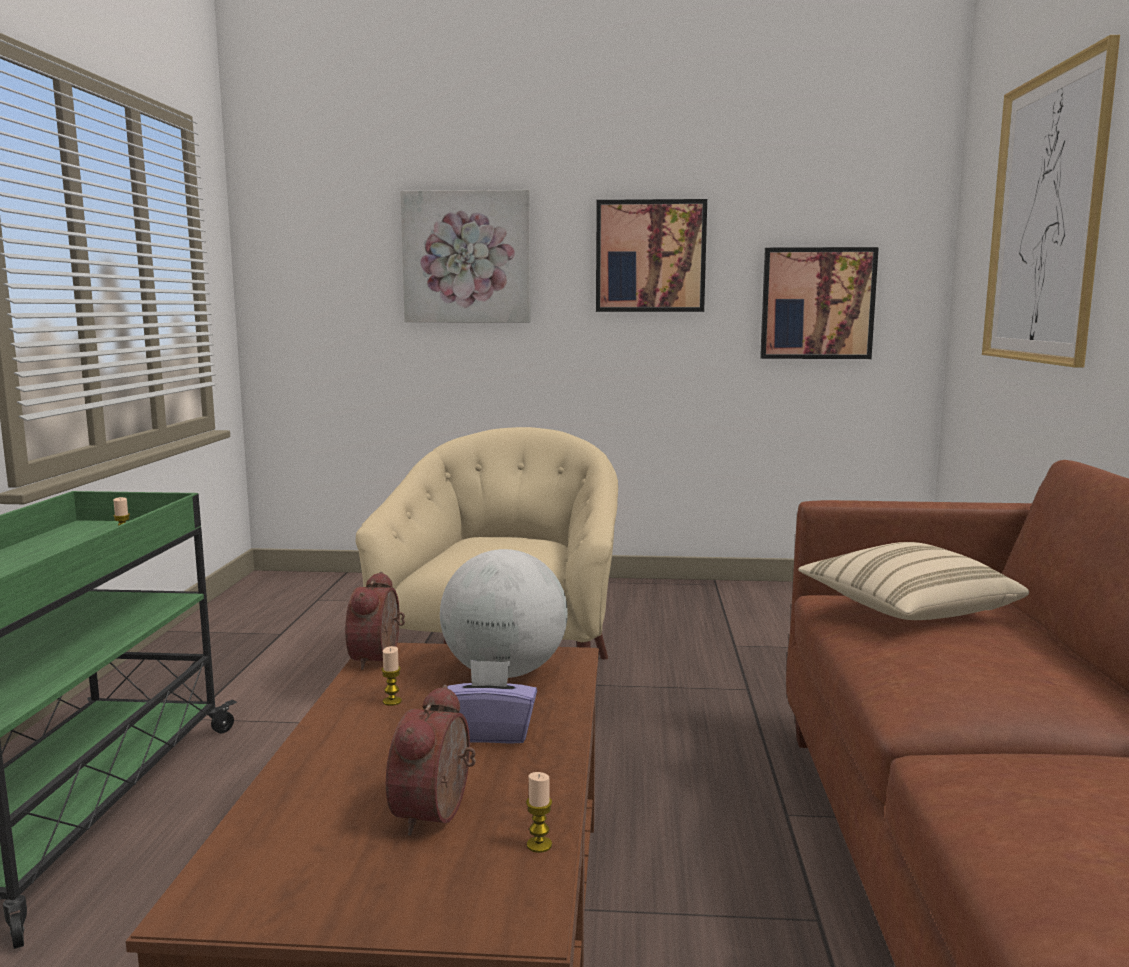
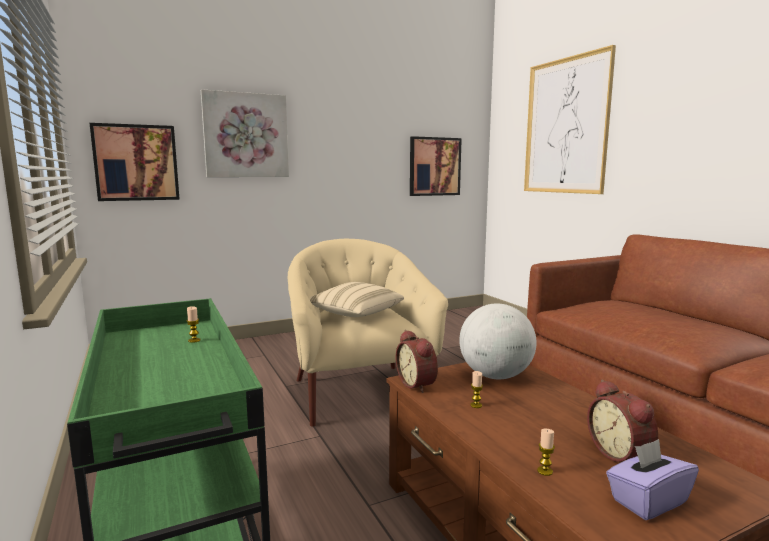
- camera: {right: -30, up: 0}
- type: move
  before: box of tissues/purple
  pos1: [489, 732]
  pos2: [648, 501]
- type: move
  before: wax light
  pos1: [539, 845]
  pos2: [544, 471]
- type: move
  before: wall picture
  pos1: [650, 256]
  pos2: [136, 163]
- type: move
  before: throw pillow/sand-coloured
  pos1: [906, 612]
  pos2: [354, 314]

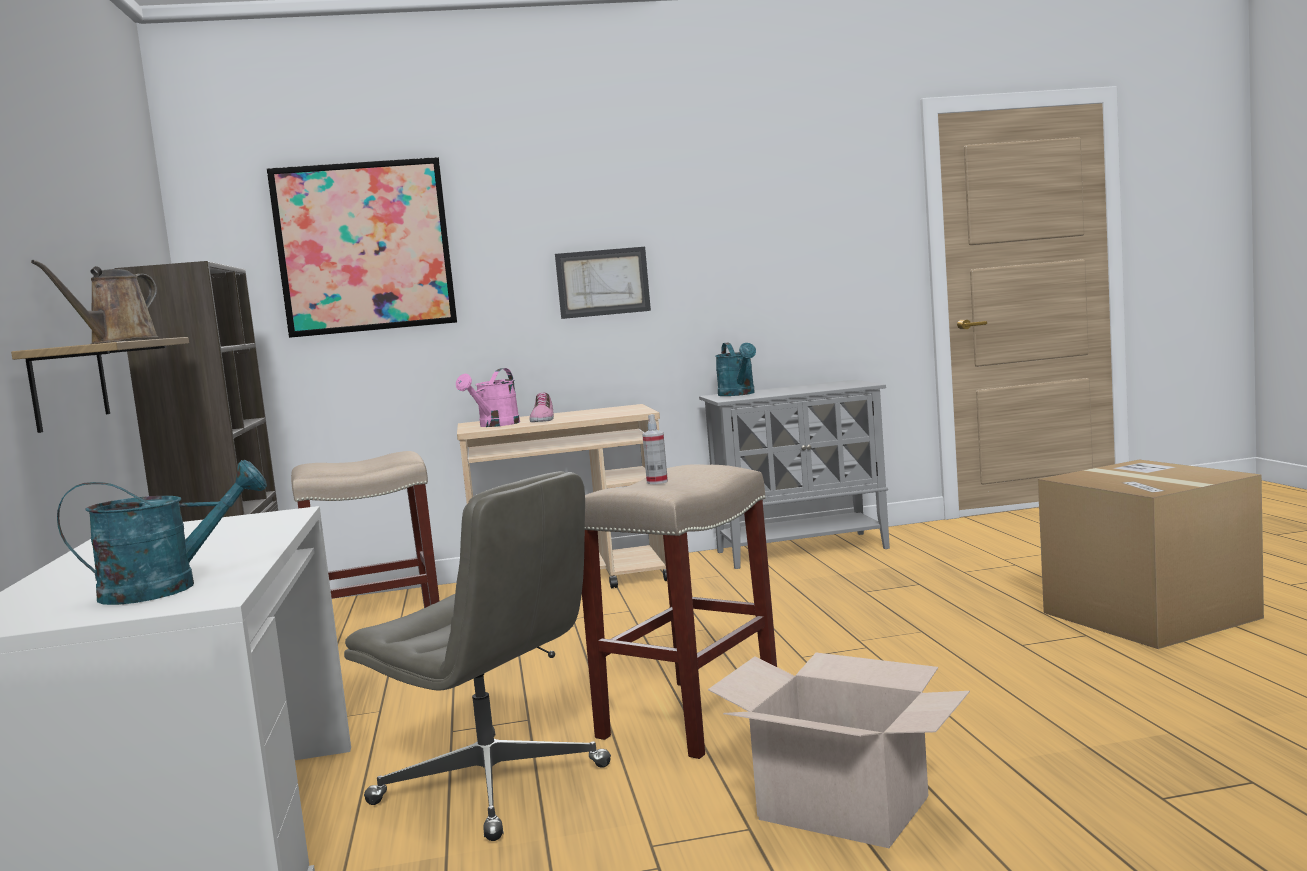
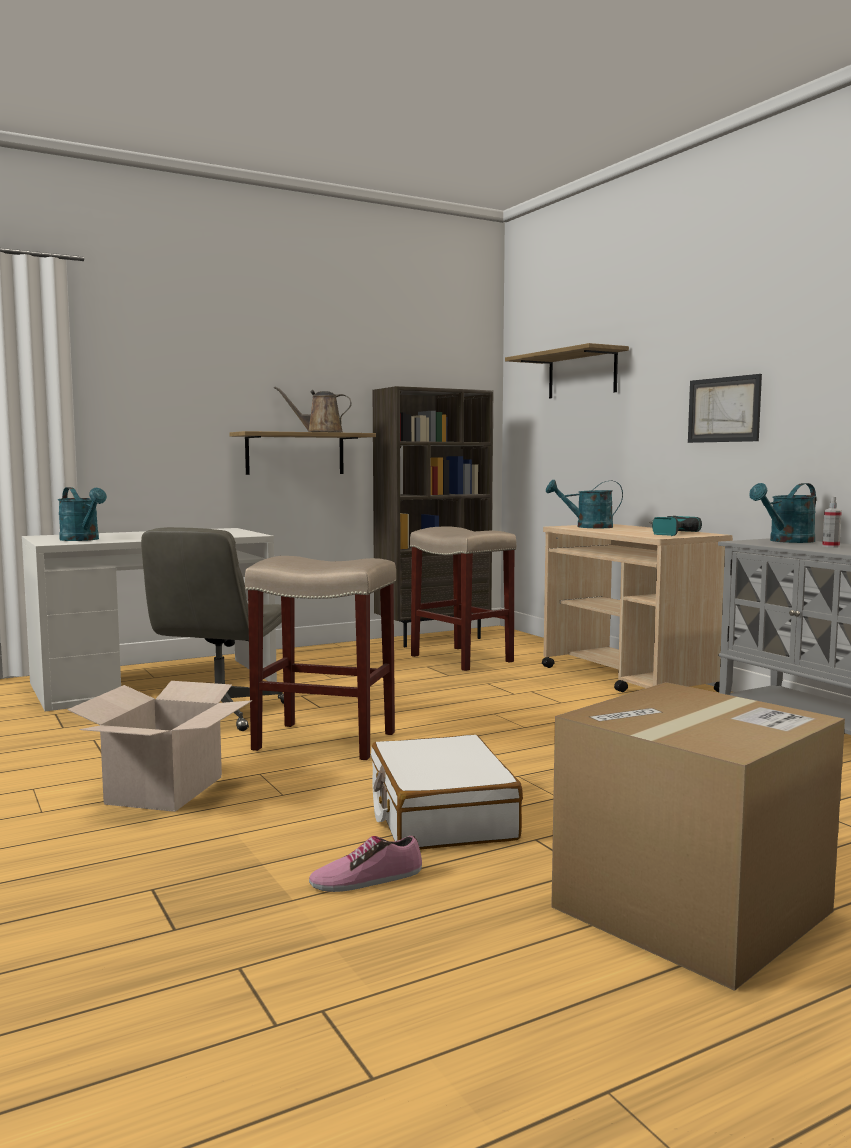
- camera: {right: 70, up: 0}
- type: insert
  after: piece of luggage/white
  pos2: [440, 815]
- type: insert
  after: electric drill
  pos2: [668, 533]
- type: move
  before: shoe
  pos1: [542, 419]
  pos2: [366, 879]
- type: move
  before: spray bottle
  pos1: [657, 482]
  pos2: [830, 546]
- type: replace
  before: wall picture
  after: wall shelf
  pos1: [364, 247]
  pos2: [582, 374]
- type: recolor
  before: watering can/pink-coloured
  after: watering can/blue-green
  pos1: [495, 425]
  pos2: [587, 527]

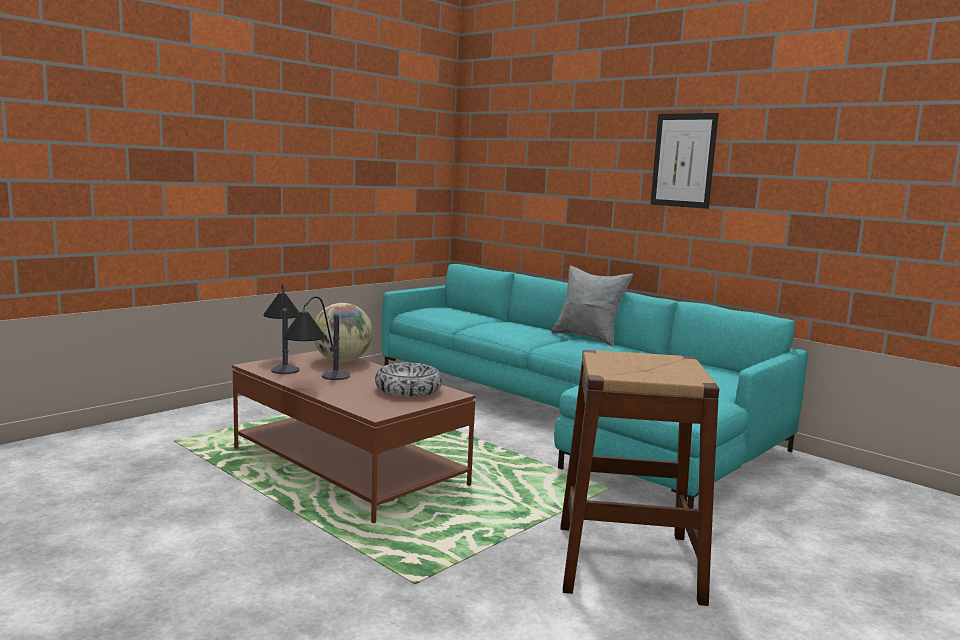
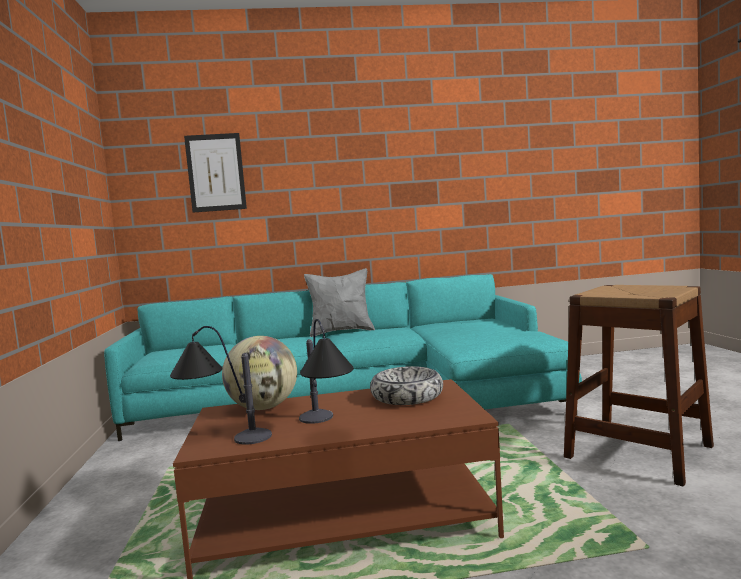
- camera: {right: -50, up: -5}
- type: move
  before: wall picture
  pos1: [683, 160]
  pos2: [216, 172]

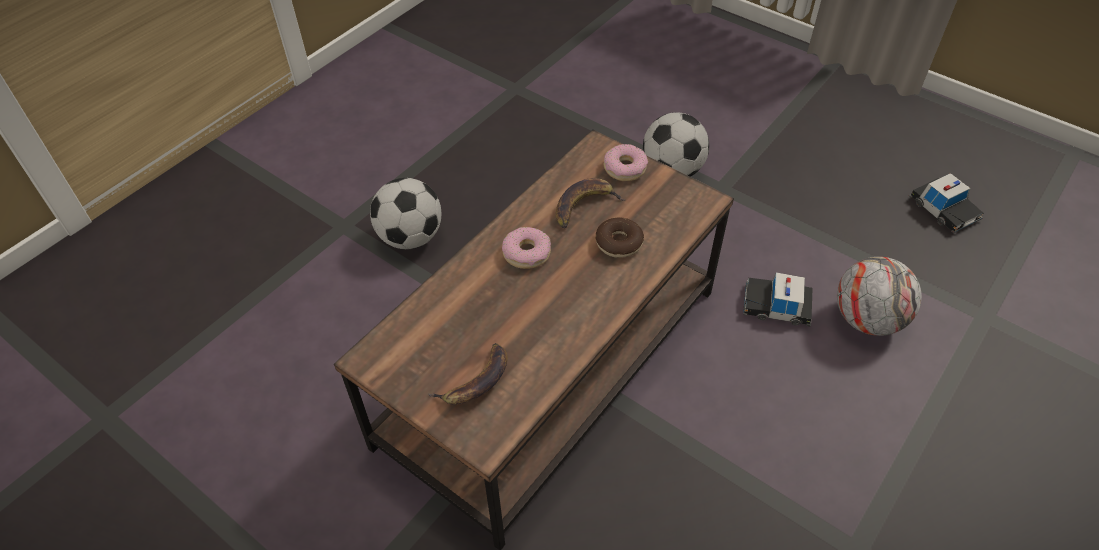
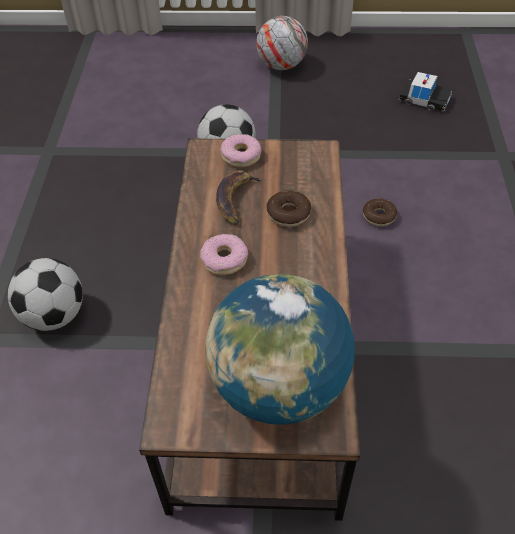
- camera: {right: -35, up: 0}
- type: move
  before: football
  pos1: [867, 319]
  pos2: [281, 65]
- type: replace
  before: banana
  after: globe
  pos1: [476, 381]
  pos2: [279, 385]
- type: replace
  before: model car
  after: donut
  pos1: [777, 305]
  pos2: [379, 216]

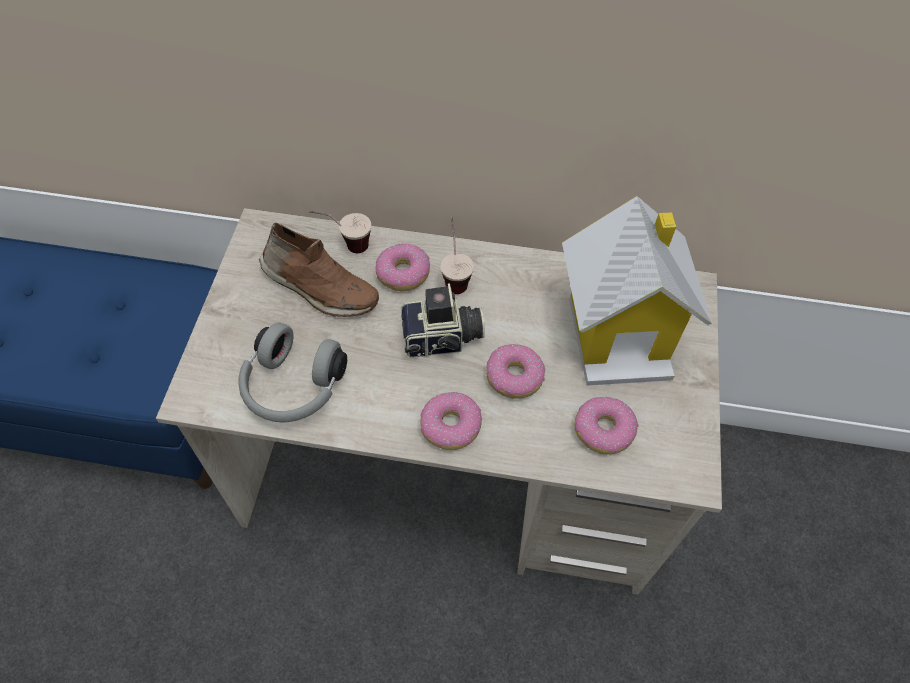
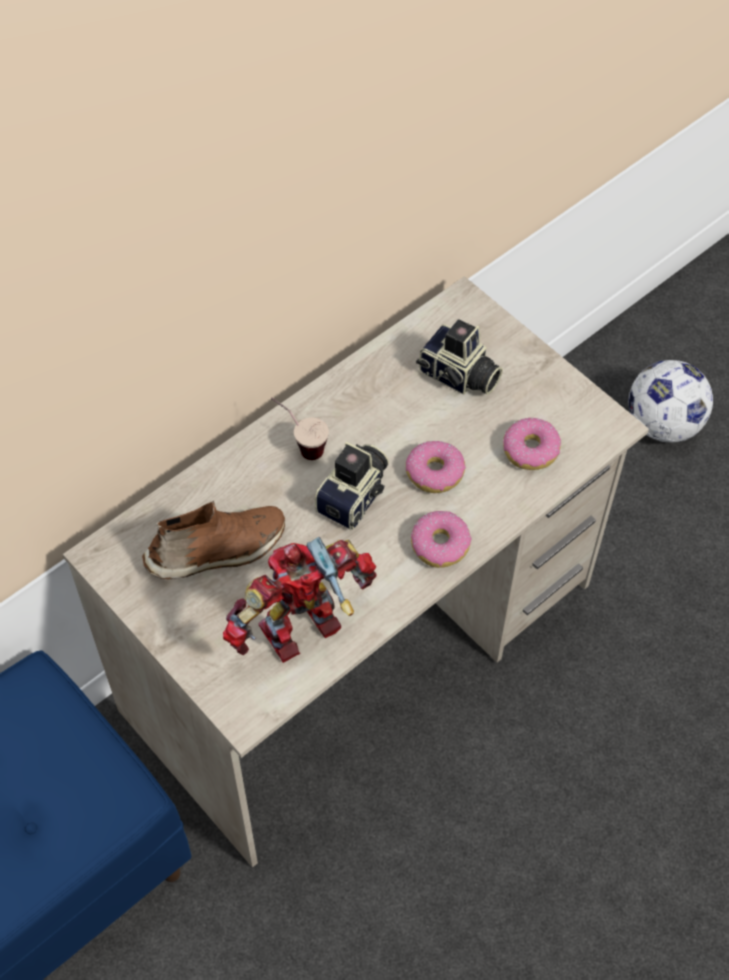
- camera: {right: -50, up: 0}
- type: delete
  before: small cup
  pos1: [344, 246]
- type: delete
  before: donut
  pos1: [403, 273]
- type: insert
  after: football
  pos2: [663, 425]
- type: replace
  before: pair of headphones/greyish
  after: robot figure
  pos1: [292, 387]
  pos2: [304, 632]
- type: replace
  before: model house
  after: photo camera
  pos1: [619, 332]
  pos2: [458, 377]

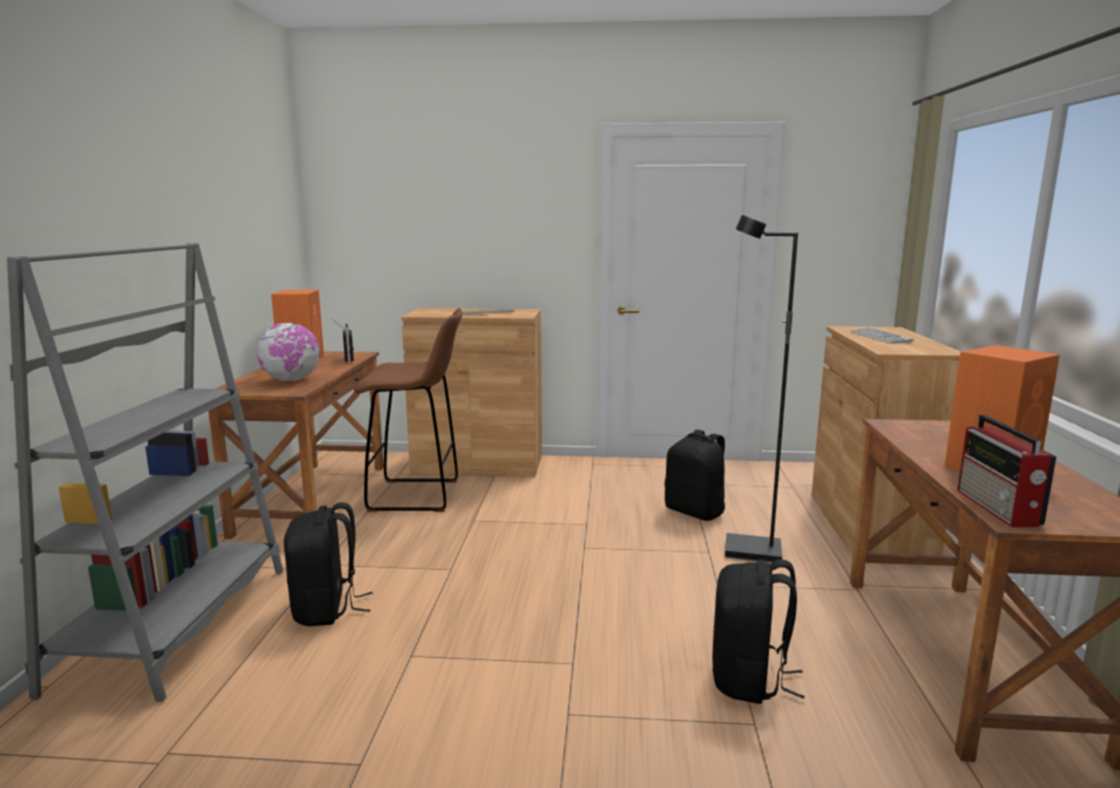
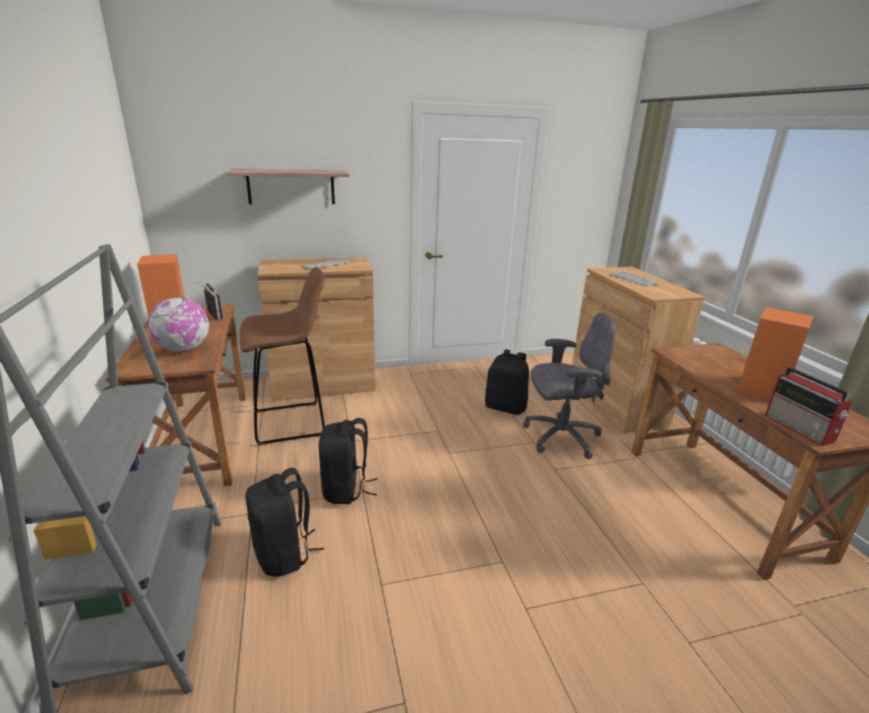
- camera: {right: -20, up: 10}
- type: insert
  after: wall shelf
  pos2: [291, 187]
- type: move
  before: rucksack/blackish
  pos1: [749, 680]
  pos2: [346, 489]
- type: replace
  before: floor lamp/blackish
  after: computer chair/greyish
  pos1: [751, 552]
  pos2: [560, 437]

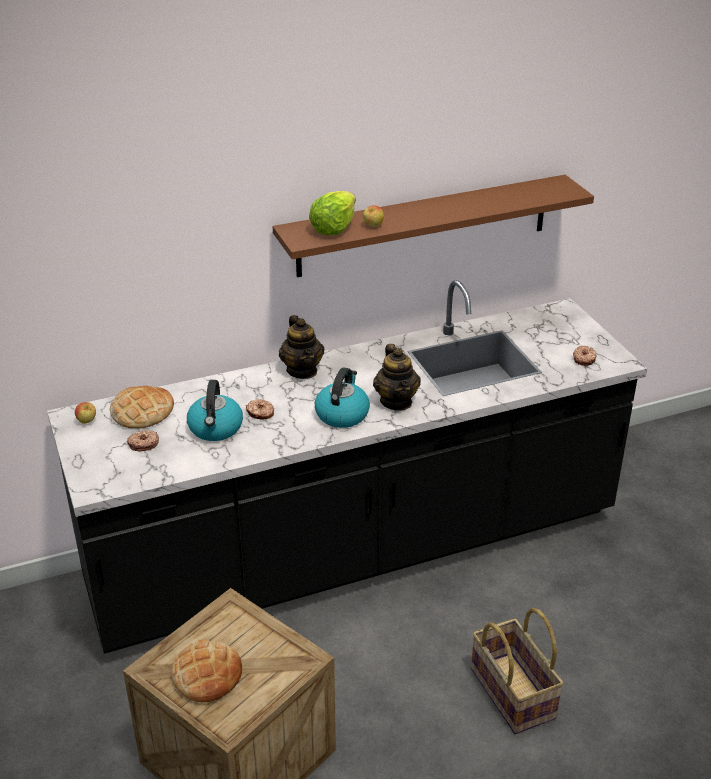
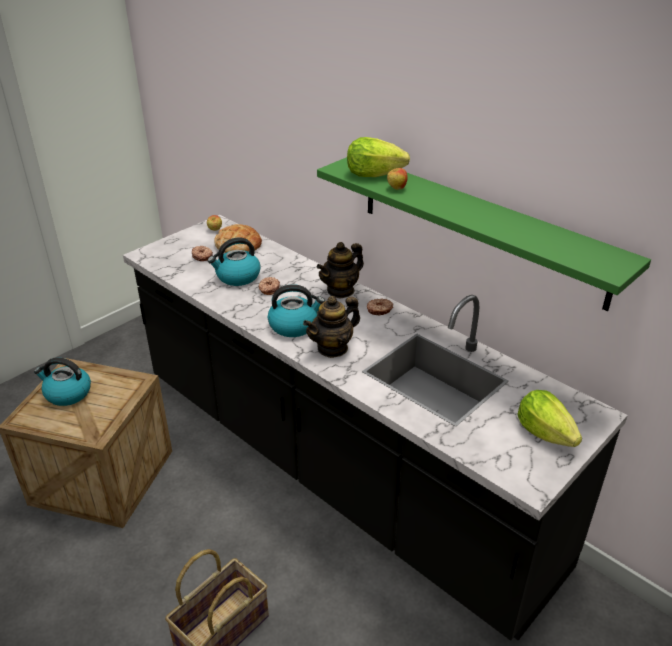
- camera: {right: 65, up: 0}
- type: insert
  after: head of lettuce
  pos2: [544, 433]
- type: move
  before: donut
  pos1: [584, 359]
  pos2: [379, 310]
- type: replace
  before: bread
  after: kettle
  pos1: [207, 675]
  pos2: [67, 394]
- type: recolor
  before: wall shelf/brown
  after: wall shelf/green
  pos1: [424, 225]
  pos2: [478, 228]

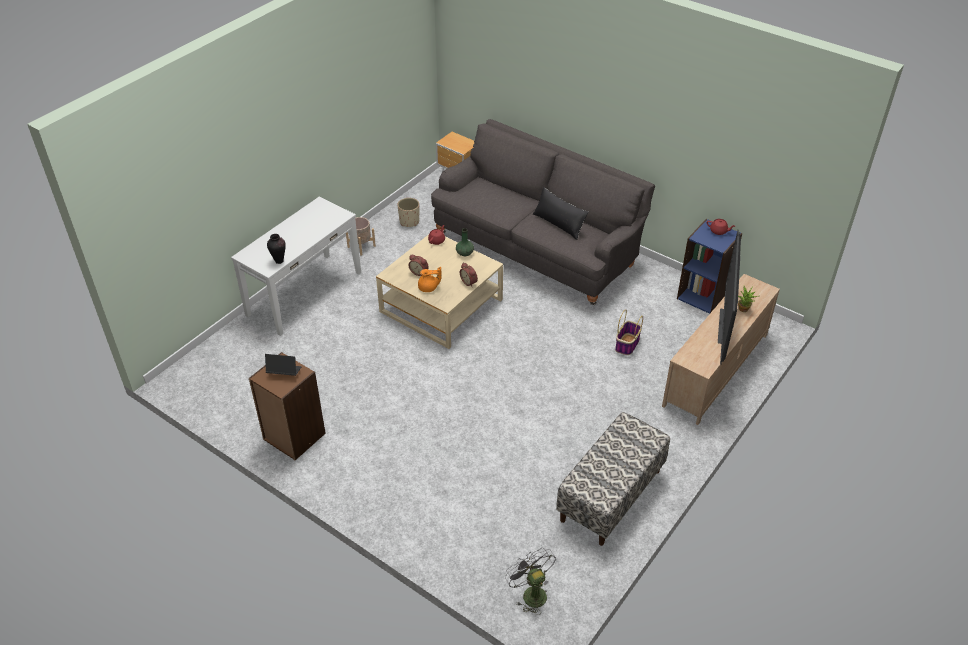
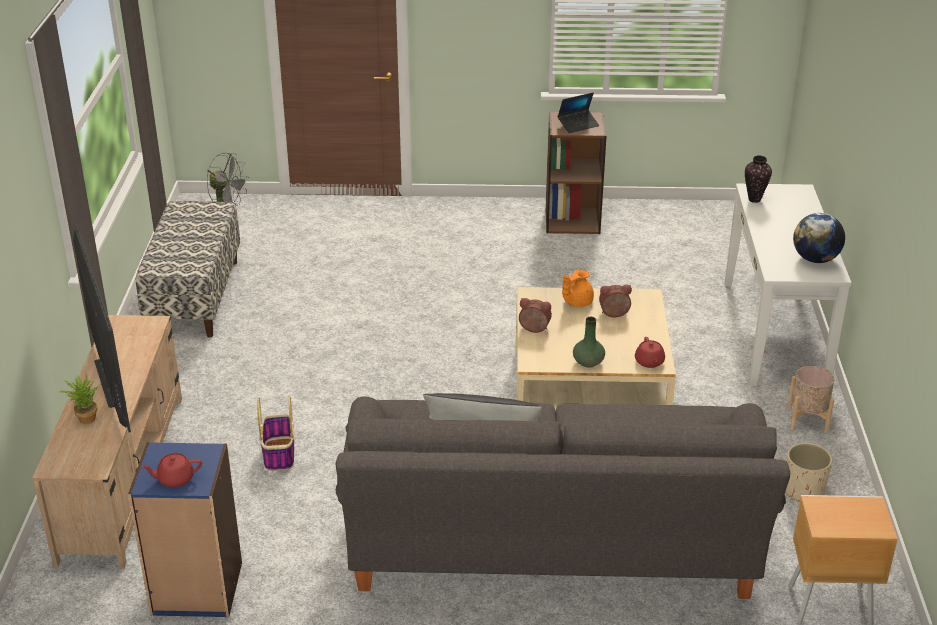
- camera: {right: 145, up: -10}
- type: insert
  after: globe
  pos2: [815, 259]

